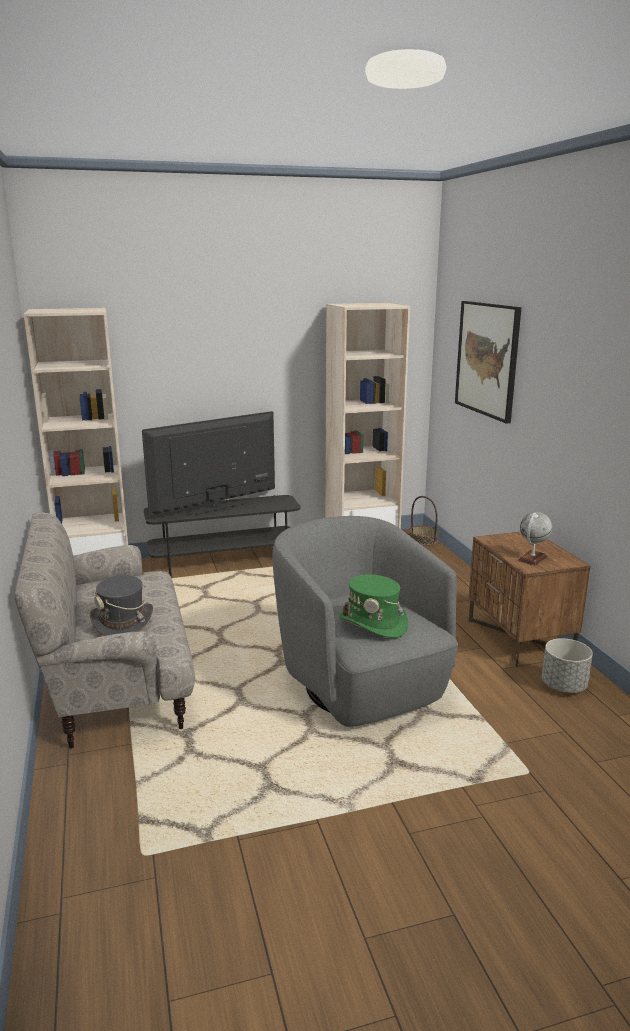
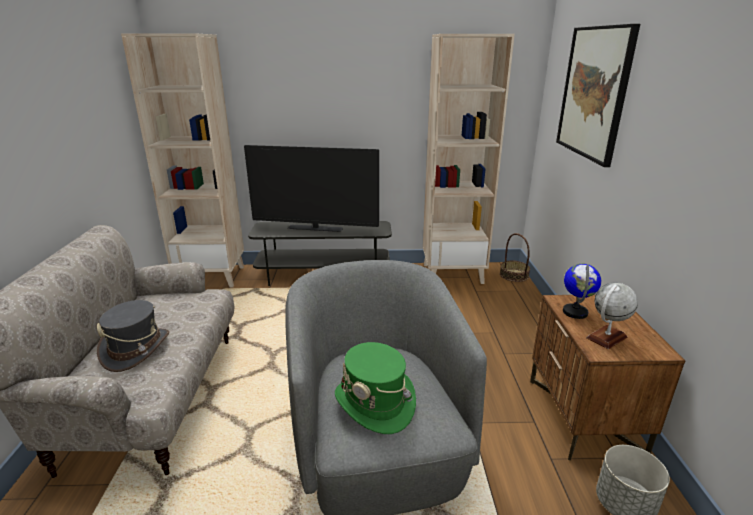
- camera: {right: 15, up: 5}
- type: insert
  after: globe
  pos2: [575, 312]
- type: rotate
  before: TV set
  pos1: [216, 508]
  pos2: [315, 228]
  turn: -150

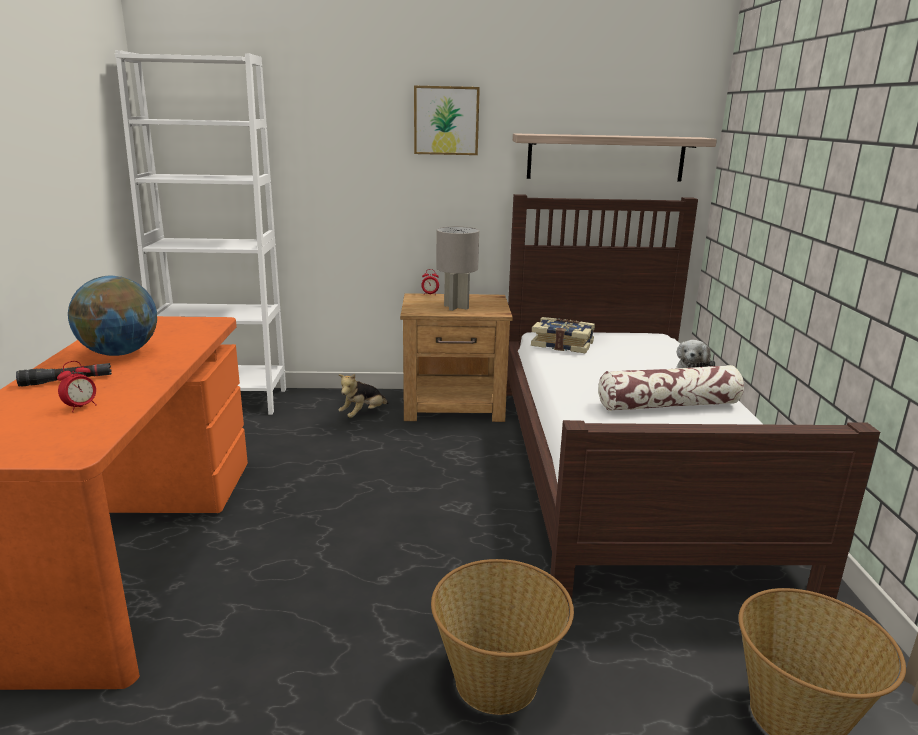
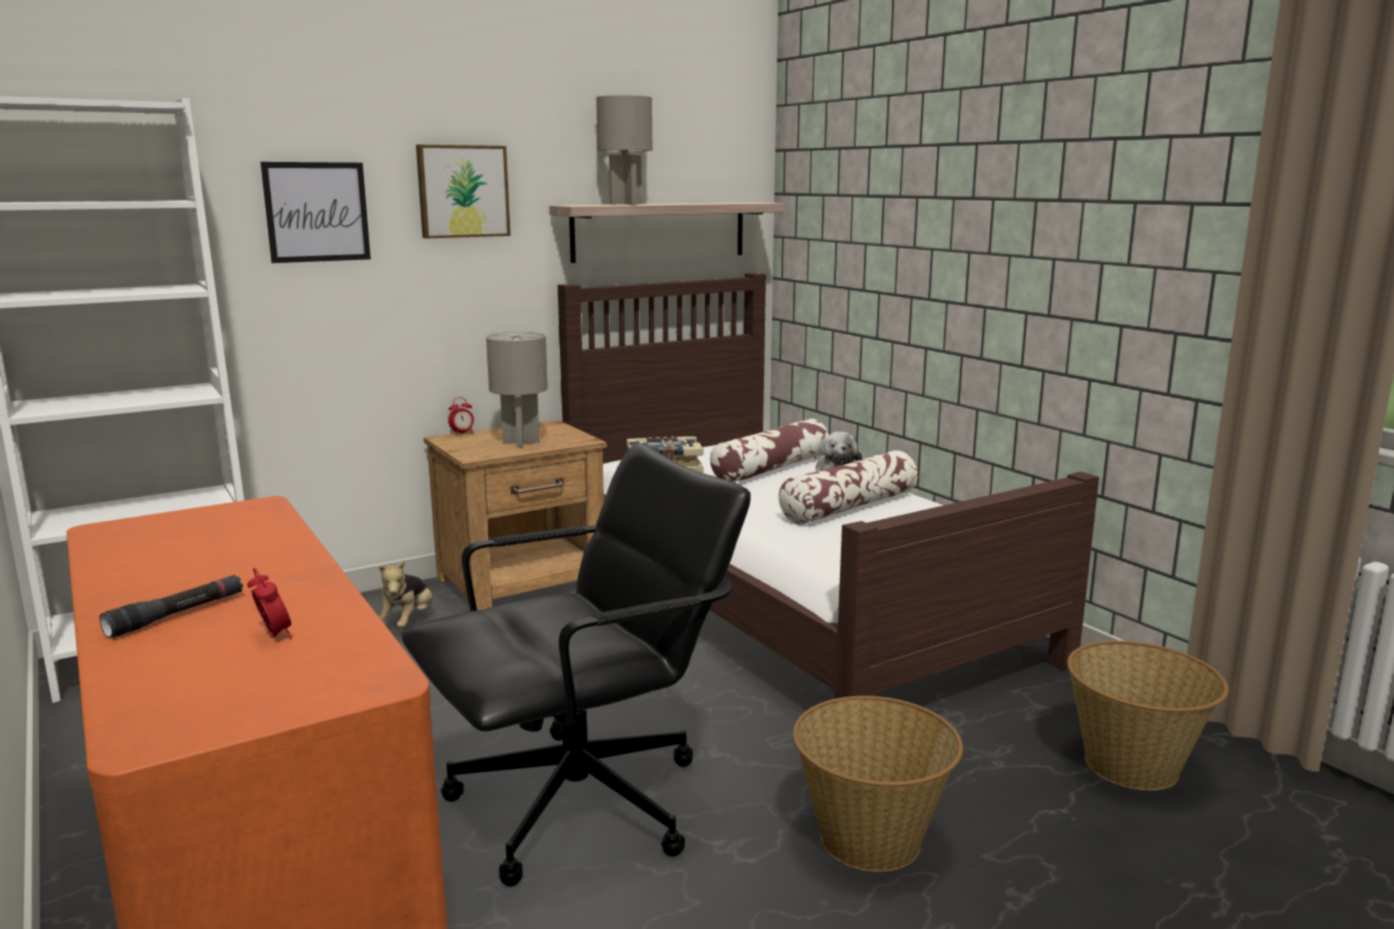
- camera: {right: -30, up: -5}
- type: delete
  before: globe
  pos1: [119, 353]
- type: insert
  after: wall picture
  pos2: [317, 212]
- type: insert
  after: computer chair/blackish
  pos2: [582, 804]
- type: insert
  after: table lamp/greyish
  pos2: [625, 204]
- type: insert
  after: throw pillow
  pos2: [771, 469]
- type: rotate
  before: bedside clock
  pos1: [81, 407]
  pos2: [274, 636]
  turn: -45

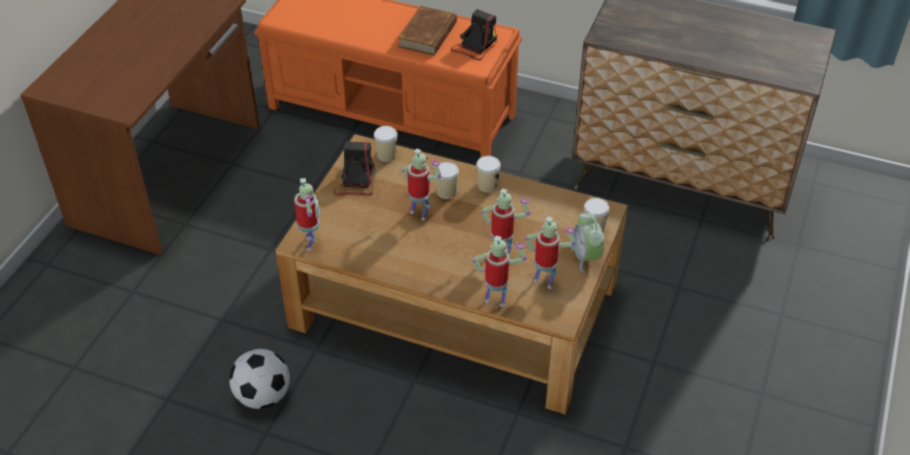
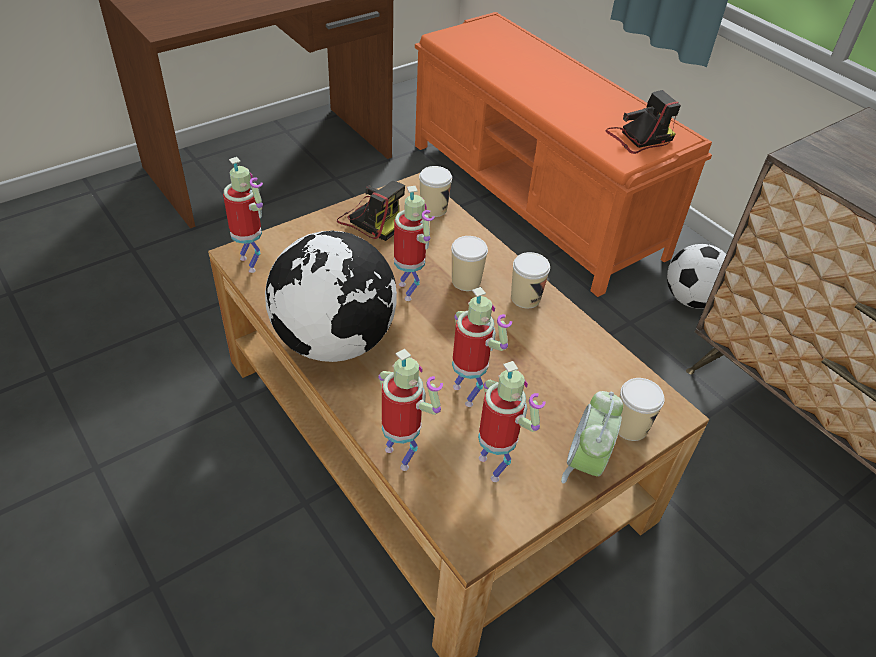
- camera: {right: 30, up: 0}
- type: delete
  before: bound book/brown
  pos1: [428, 34]
- type: insert
  after: globe
  pos2: [335, 341]
- type: move
  before: football
  pos1: [263, 396]
  pos2: [691, 299]
- type: rotate
  before: robot figure
  pos1: [311, 244]
  pos2: [252, 263]
  turn: -60
- type: rotate
  before: photo camera
  pos1: [356, 181]
  pos2: [372, 220]
  turn: 90

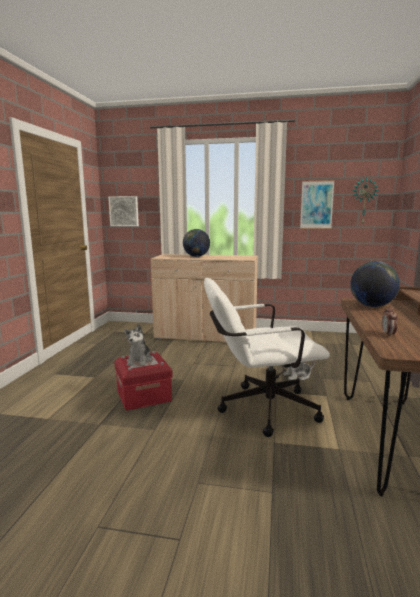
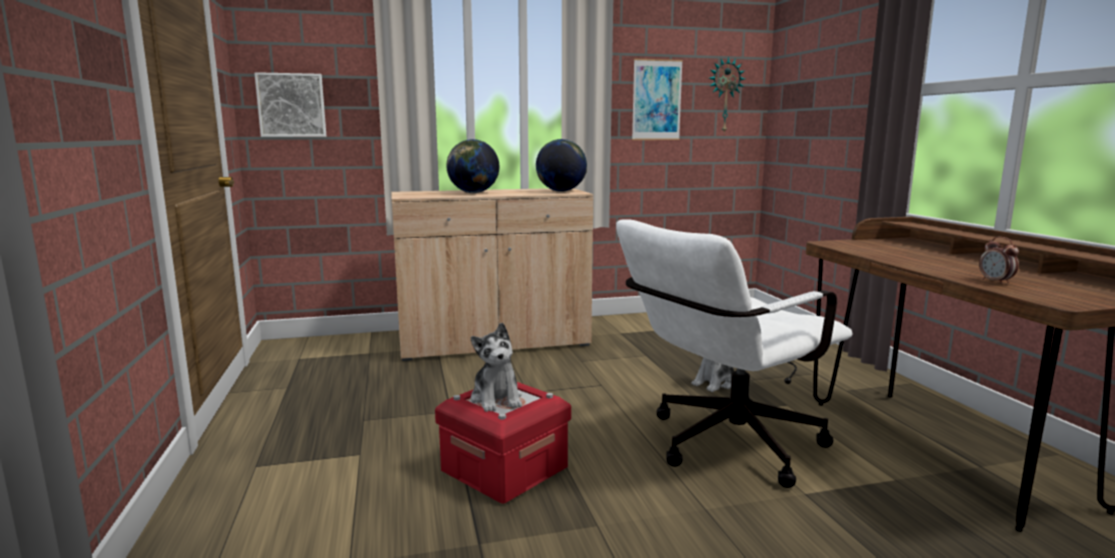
- camera: {right: -25, up: 0}
- type: move
  before: globe
  pos1: [372, 306]
  pos2: [561, 191]

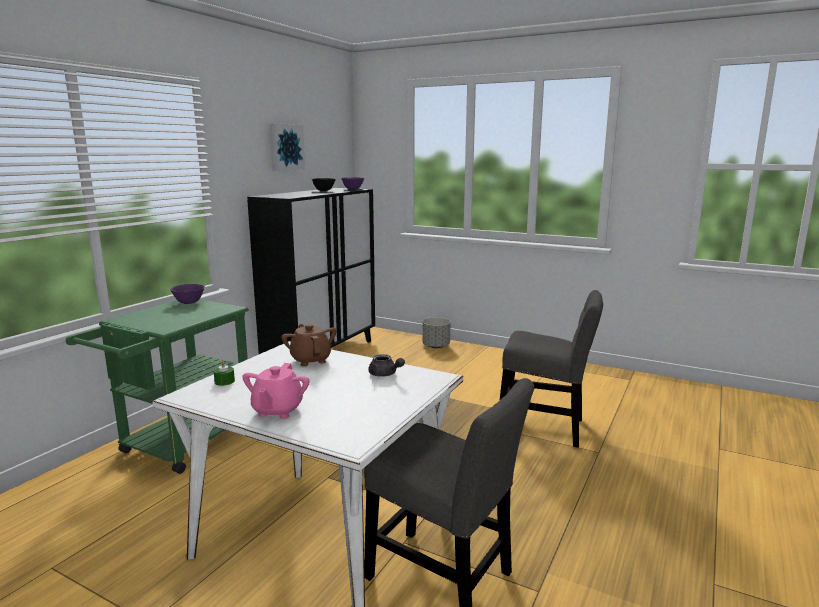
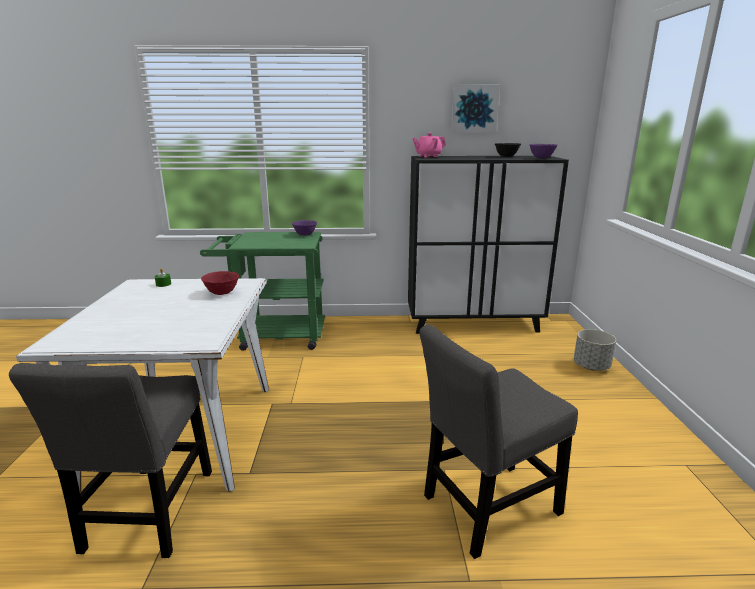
- camera: {right: 60, up: 5}
- type: delete
  before: tea pot/greyish
  pos1: [385, 374]
- type: move
  before: tea pot/pink-coloured
  pos1: [277, 410]
  pos2: [428, 156]
- type: replace
  before: tea pot/brown
  after: deep dish/red-coloured
  pos1: [310, 360]
  pos2: [222, 293]
- type: rotate
  before: chair/greyish
  pos1: [545, 427]
  pos2: [486, 508]
  turn: 75

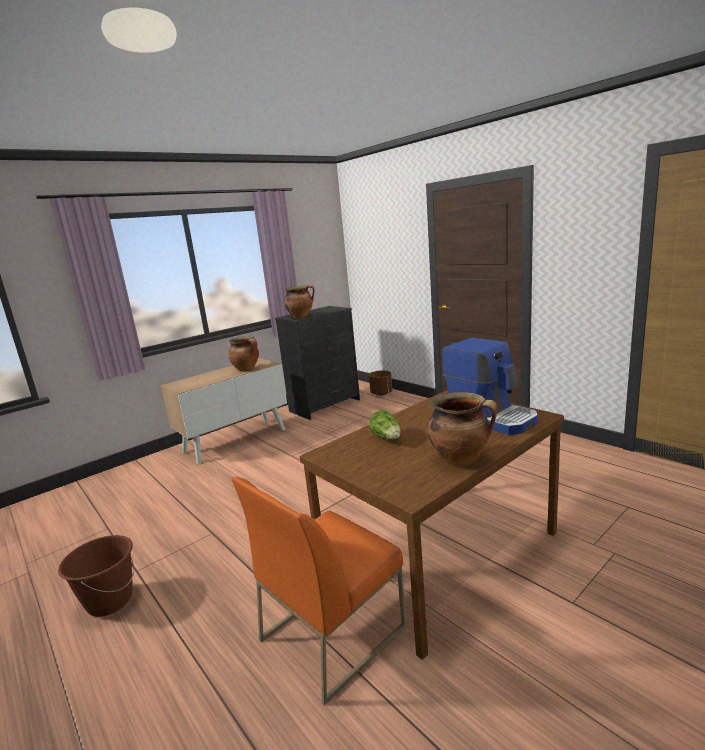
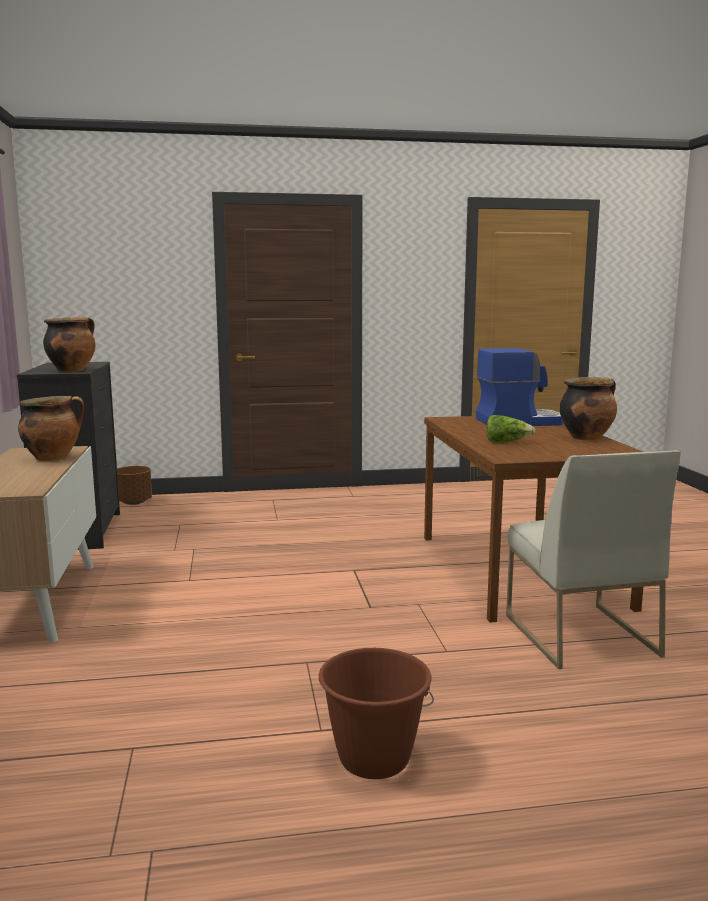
- camera: {right: -60, up: -5}
- type: recolor
  before: chair/orange-coloured
  after: chair/white
  pos1: [332, 632]
  pos2: [578, 634]

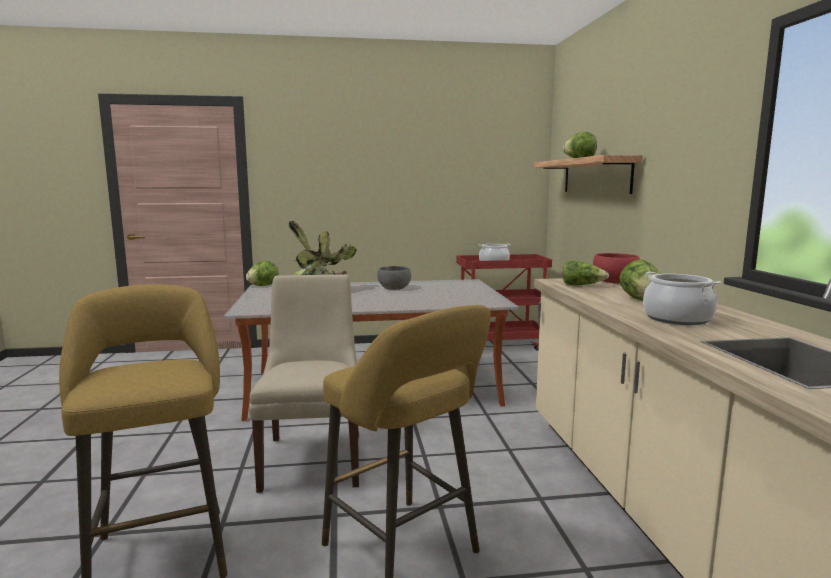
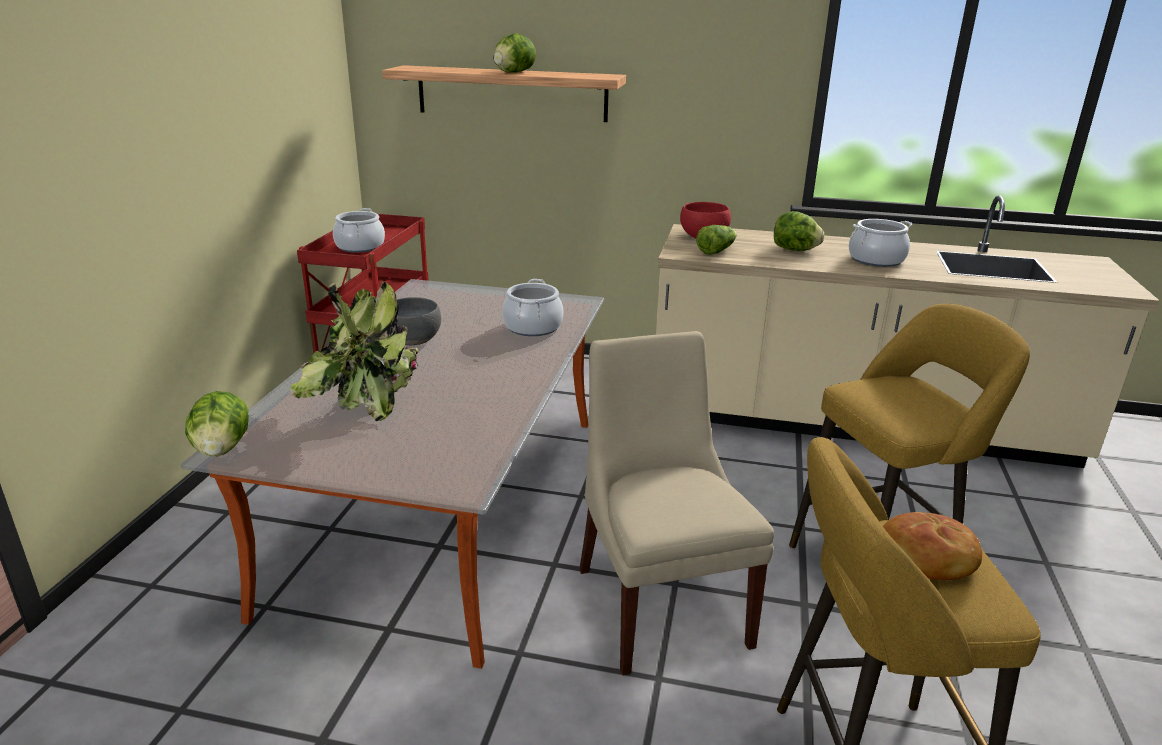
- camera: {right: -70, up: 15}
- type: insert
  after: stockpot
  pos2: [532, 327]
- type: insert
  after: bread
  pos2: [928, 558]
- type: rotate
  before: chair/sand-coloured
  pos1: [313, 458]
  pos2: [660, 601]
  turn: 60

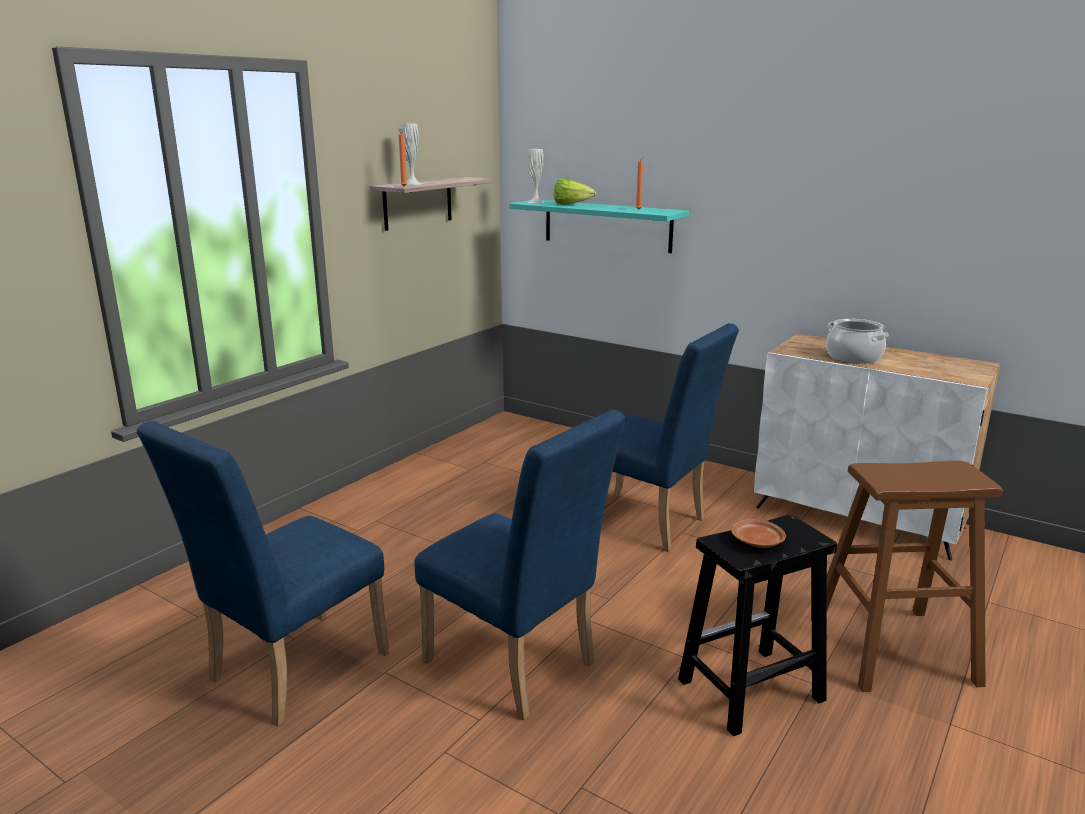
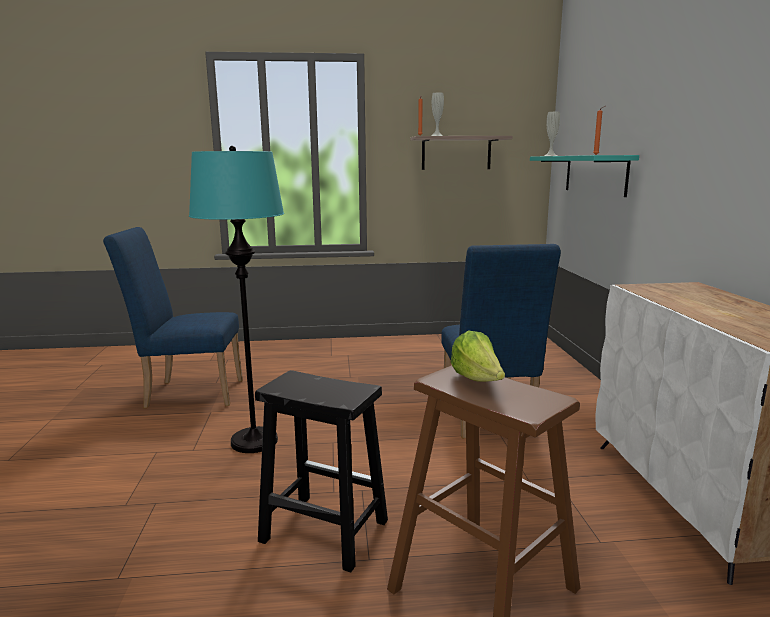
- camera: {right: 50, up: -5}
- type: delete
  before: flat dish/brown
  pos1: [757, 542]
- type: delete
  before: stockpot
  pos1: [853, 357]
- type: move
  before: head of lettuce
  pos1: [571, 205]
  pos2: [478, 380]
- type: replace
  before: chair/blue-coloured
  after: floor lamp/blue-green
  pos1: [517, 668]
  pos2: [254, 441]

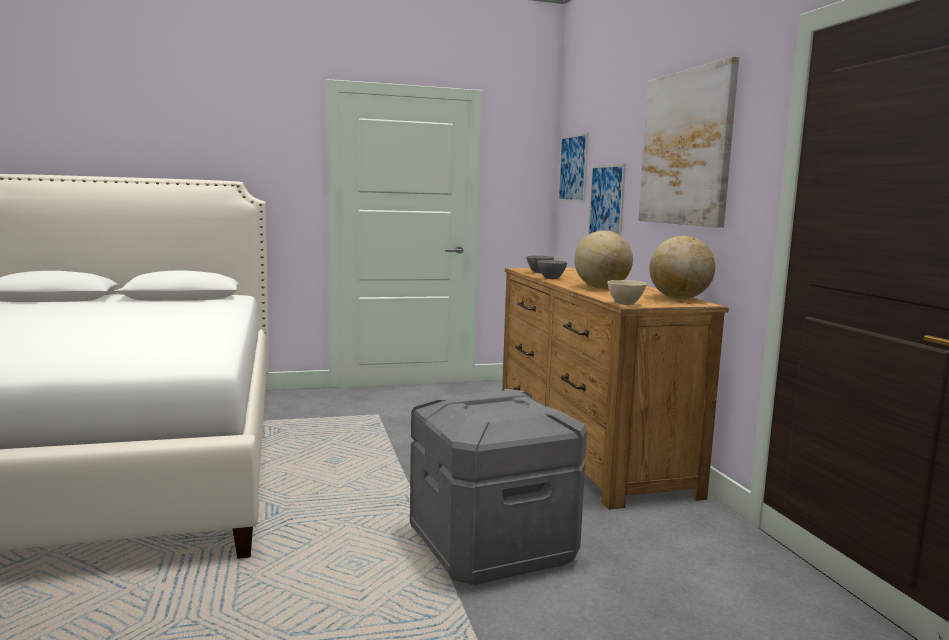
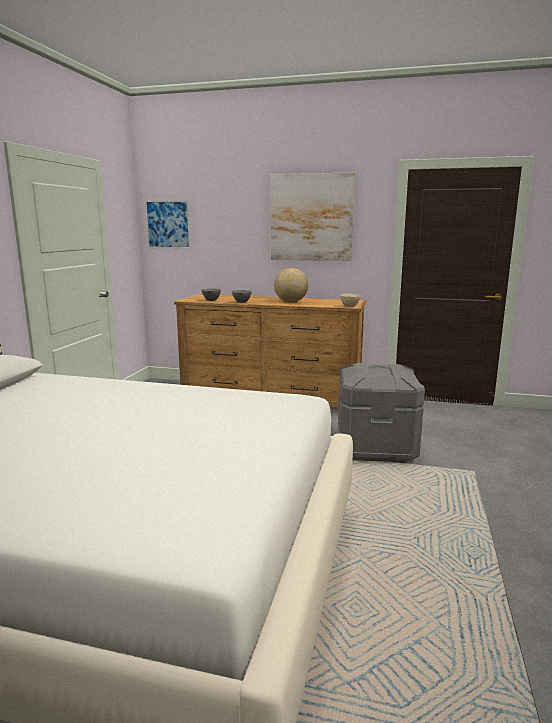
- camera: {right: -60, up: 5}
- type: delete
  before: wall picture
  pos1: [606, 201]
- type: delete
  before: globe
  pos1: [679, 299]

